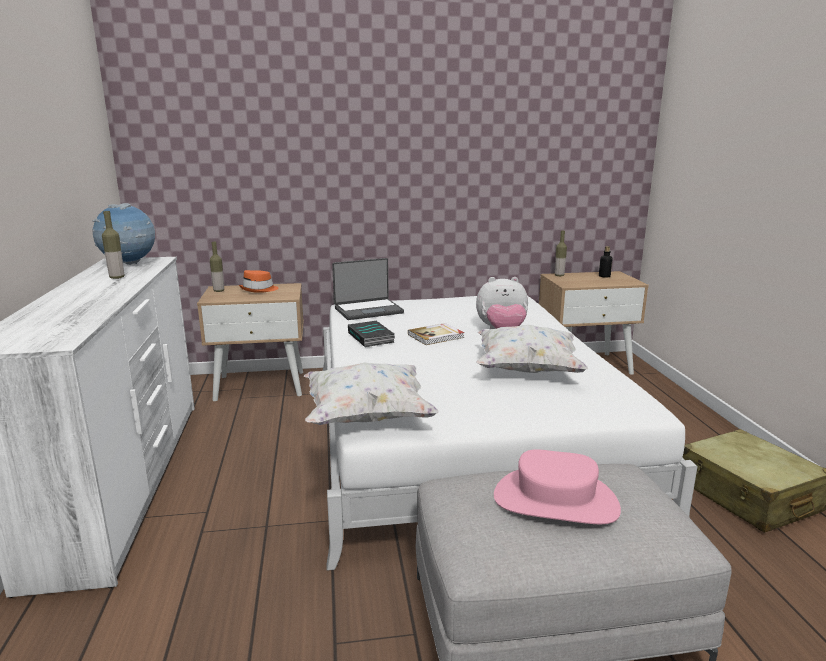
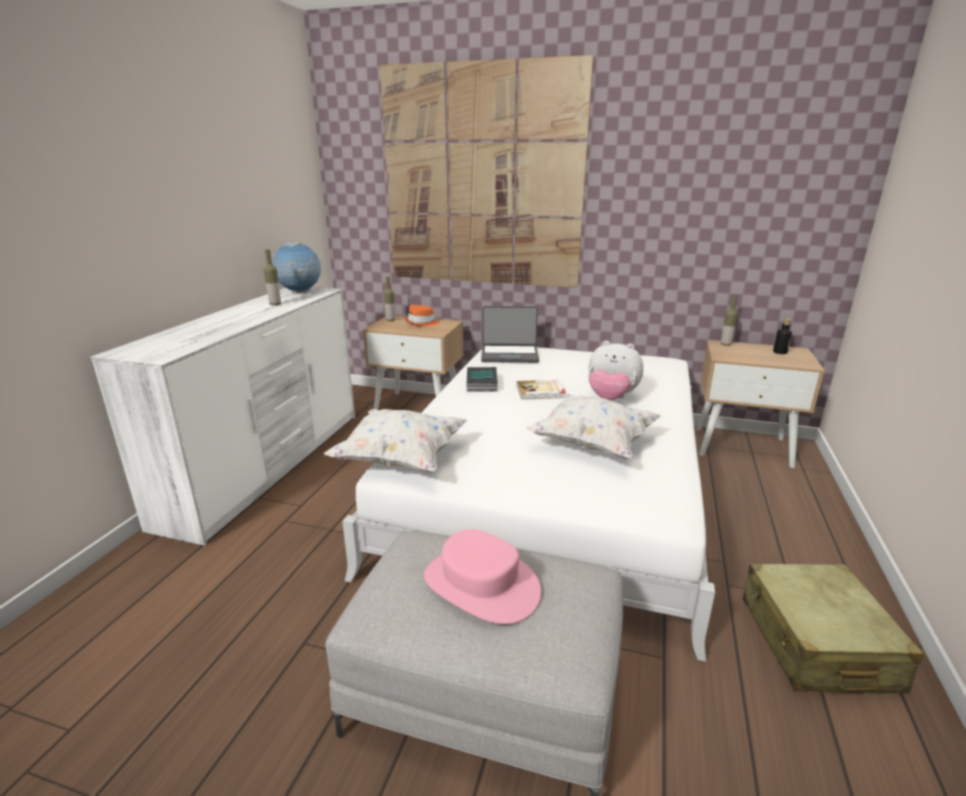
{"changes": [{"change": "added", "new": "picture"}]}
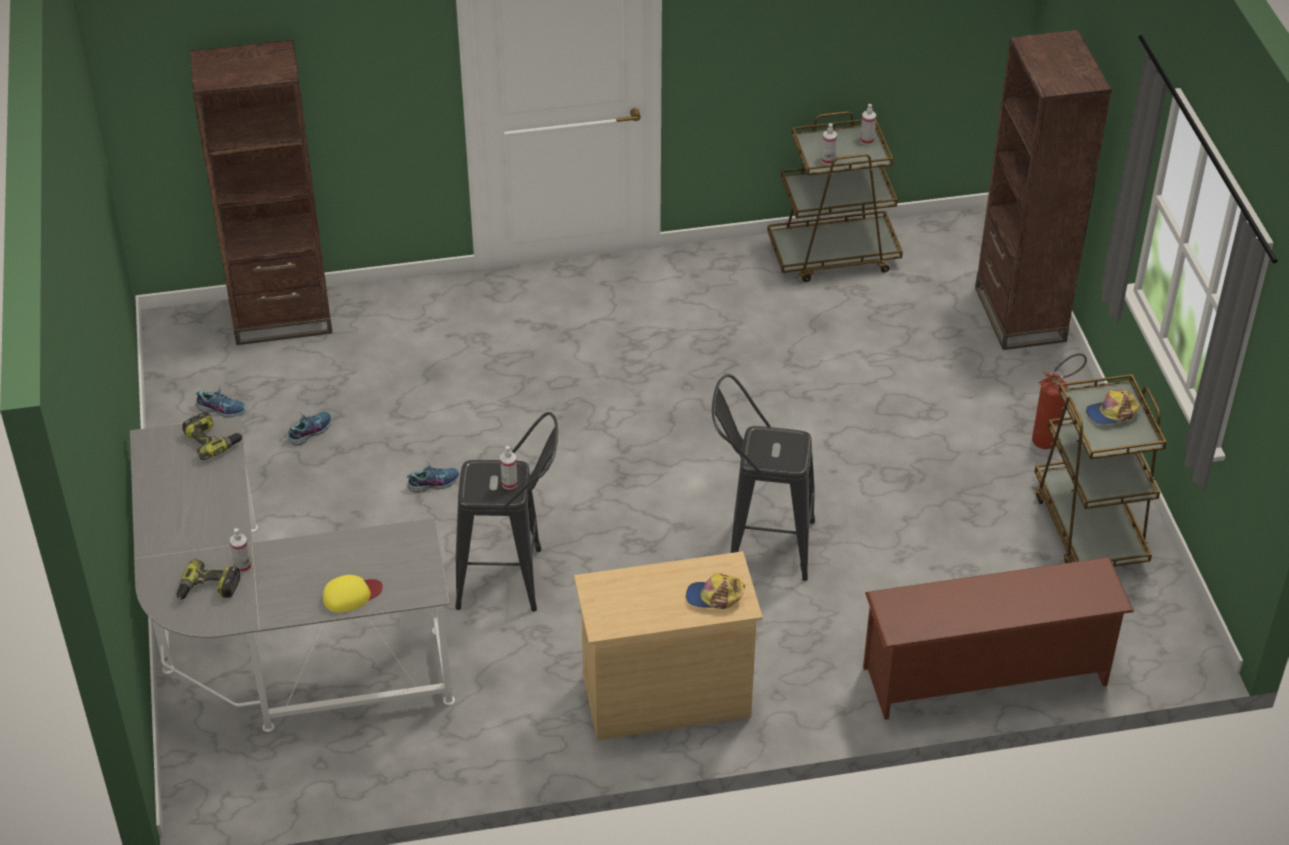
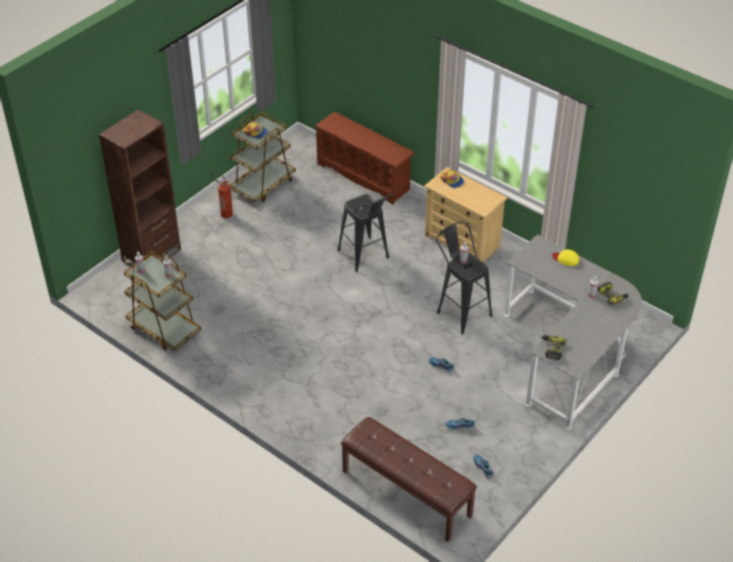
{"changes": [{"change": "replaced", "old": "brown bookcase (1st from left)", "new": "brown bench"}]}
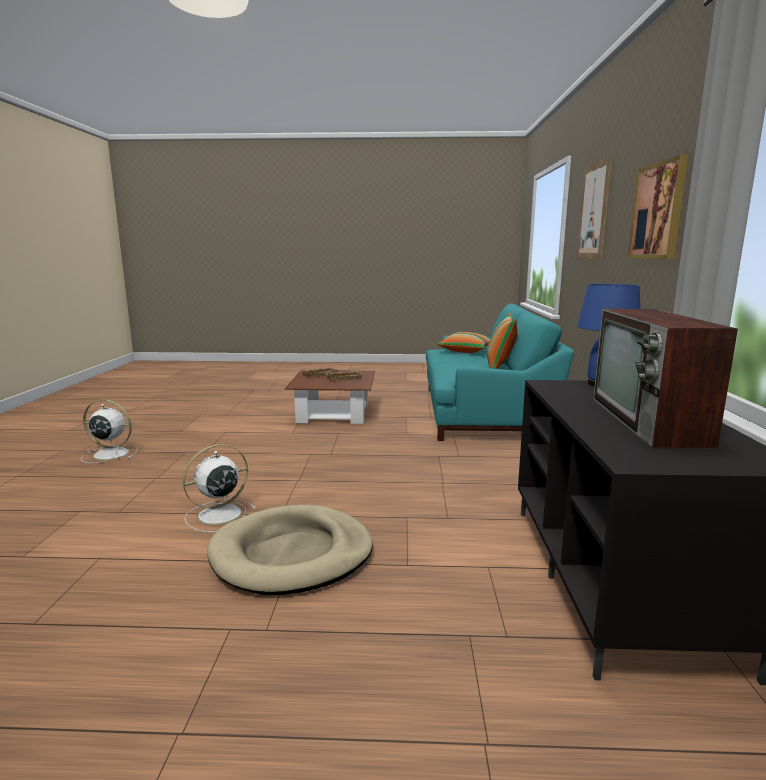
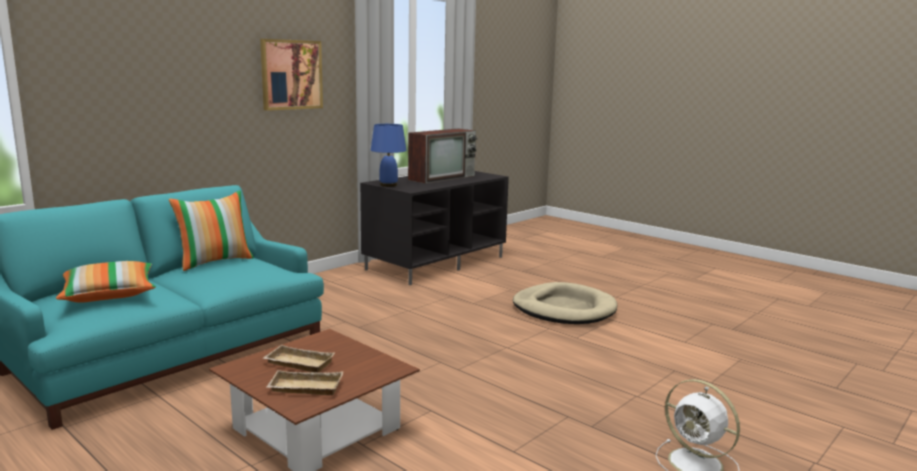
{"changes": [{"change": "removed", "old": "white fan (2nd from left)"}, {"change": "removed", "old": "picture (1st from left)"}]}
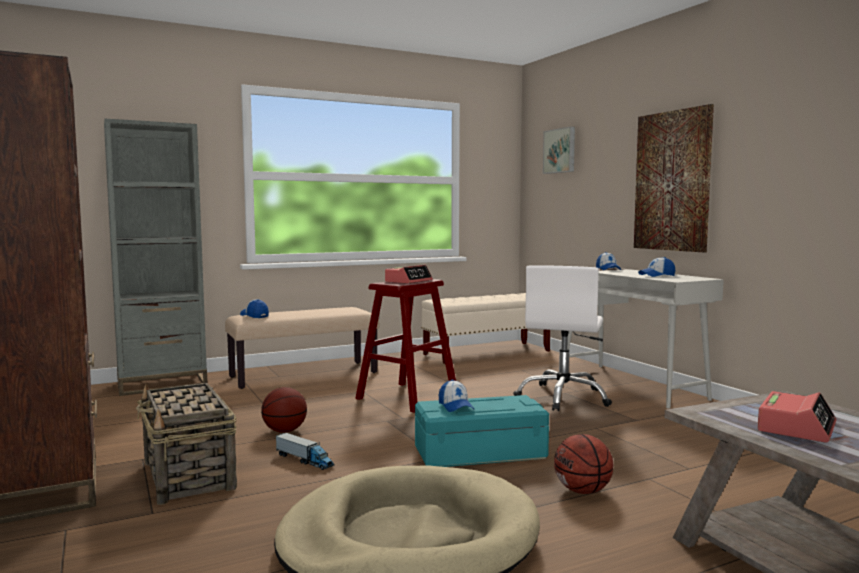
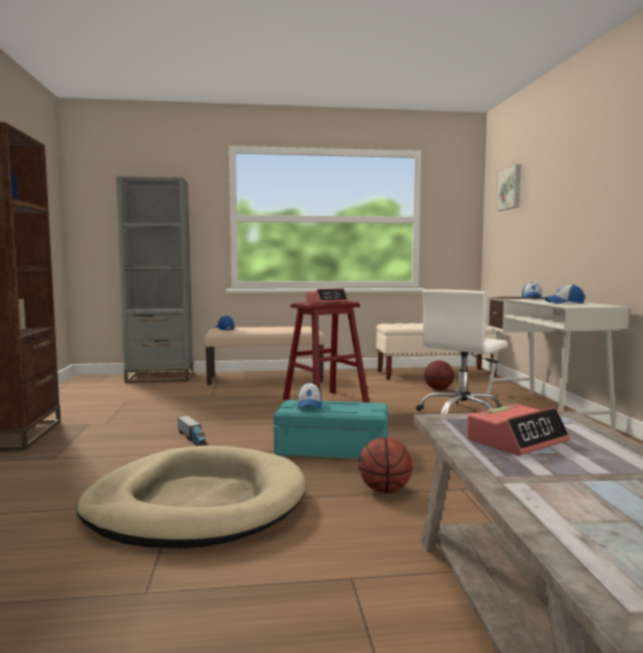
{"changes": [{"change": "removed", "old": "basket"}, {"change": "removed", "old": "picture (2nd from left)"}, {"change": "moved", "old": "basketball (1st from left in the first image)", "new": "basketball (2nd from left)"}]}
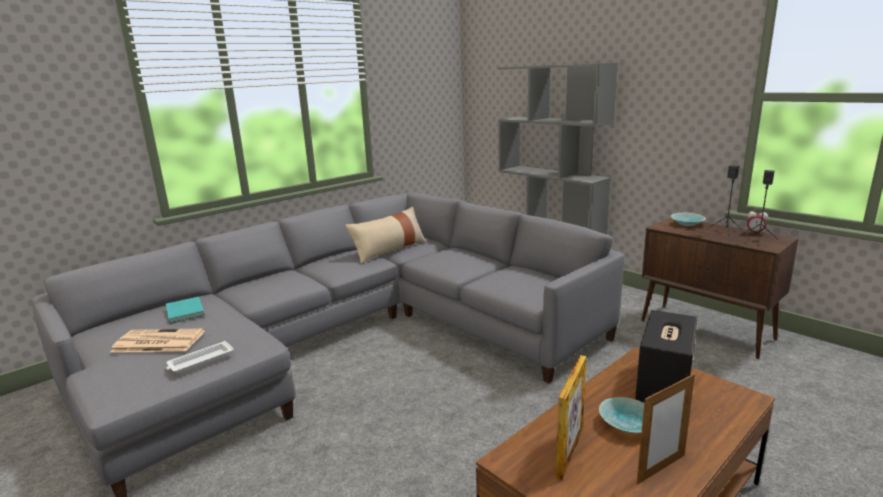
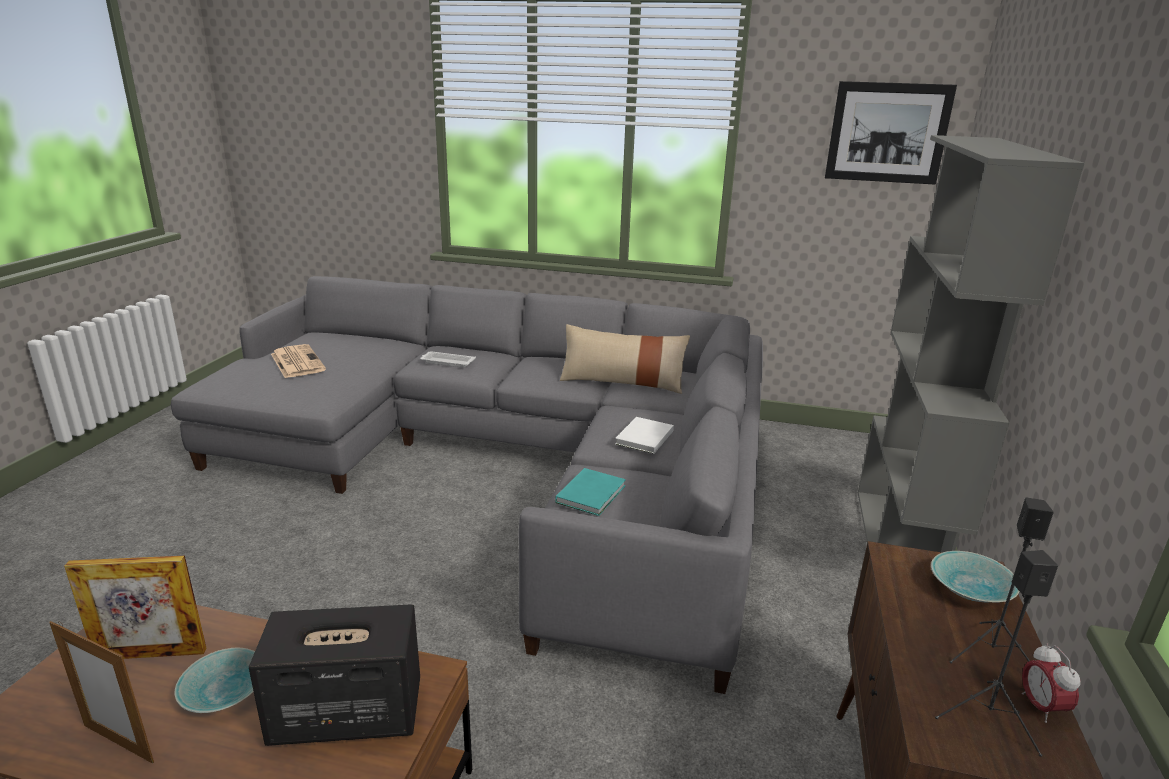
{"changes": [{"change": "added", "new": "white book"}, {"change": "added", "new": "picture"}, {"change": "moved", "old": "turquoise book"}, {"change": "moved", "old": "white tray"}]}
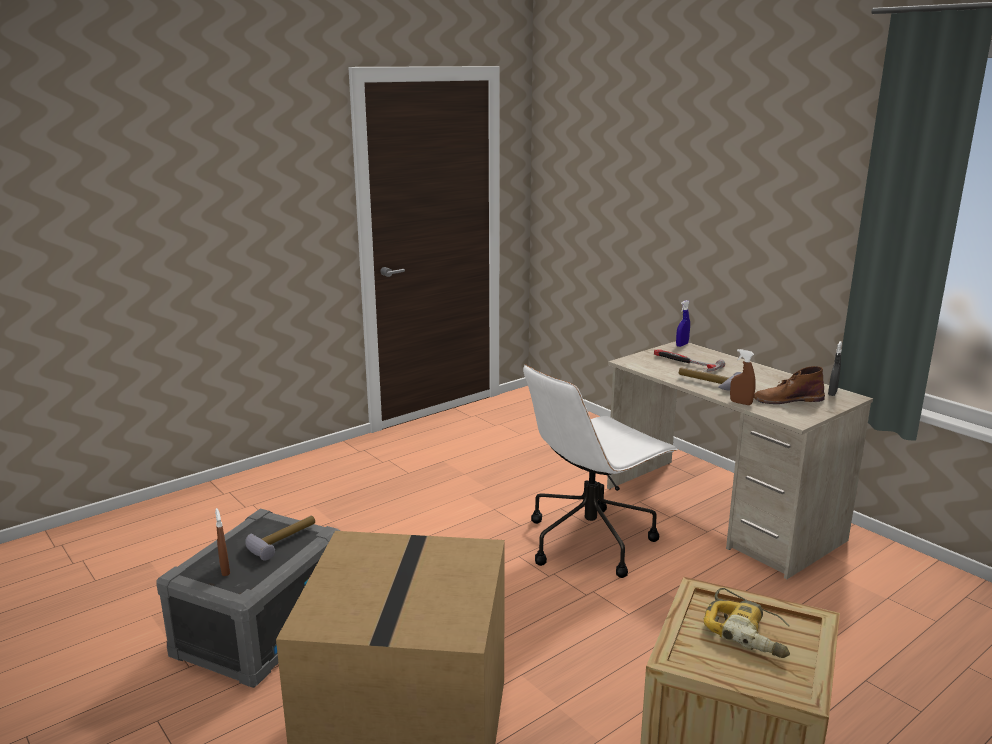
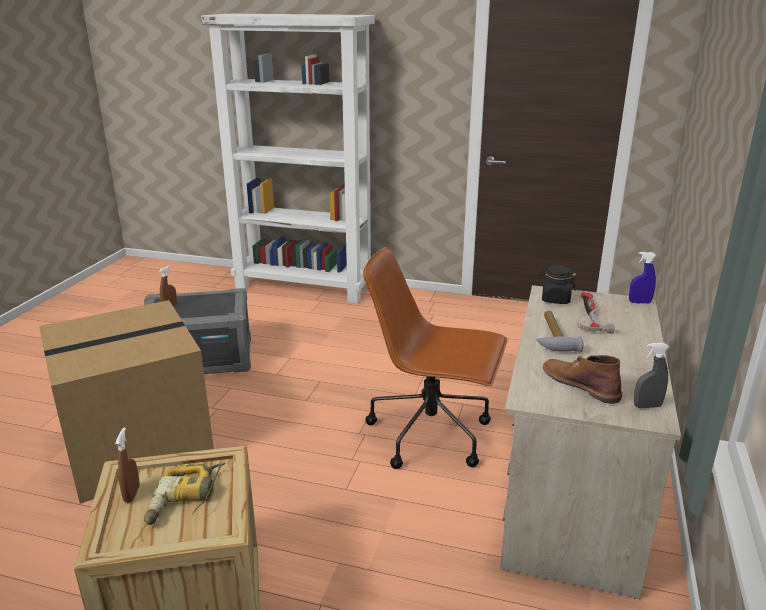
{"changes": [{"change": "removed", "old": "hammer (1st from left)"}, {"change": "added", "new": "white bookcase"}, {"change": "added", "new": "black jar"}, {"change": "moved", "old": "brown spray bottle (2nd from left in the first image)", "new": "brown spray bottle (1st from left)"}, {"change": "recoloured", "old": "white office chair", "new": "brown office chair"}]}
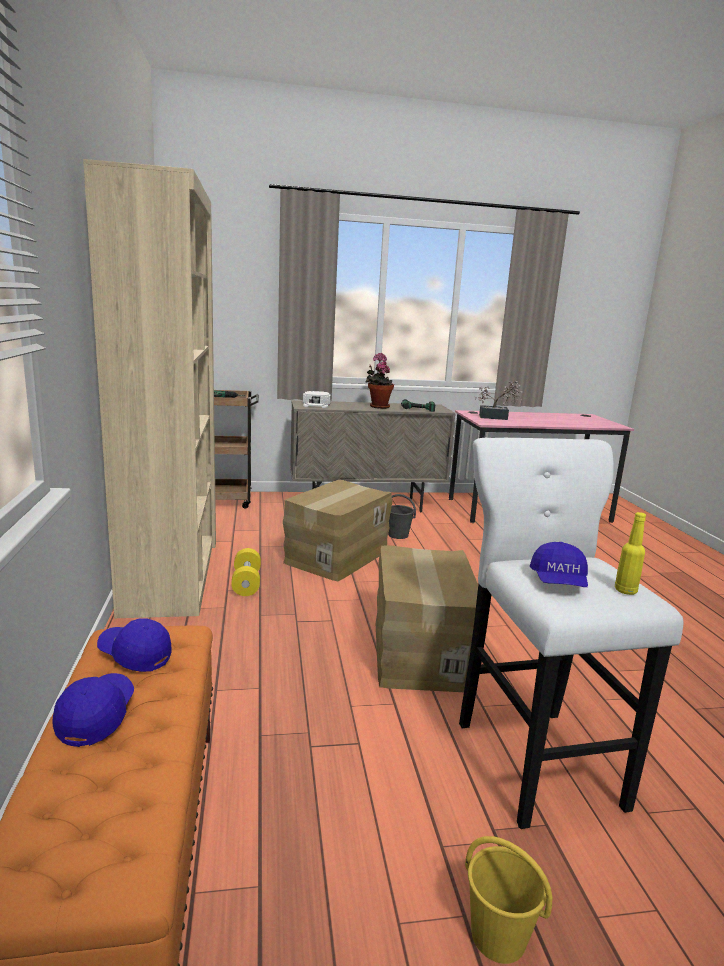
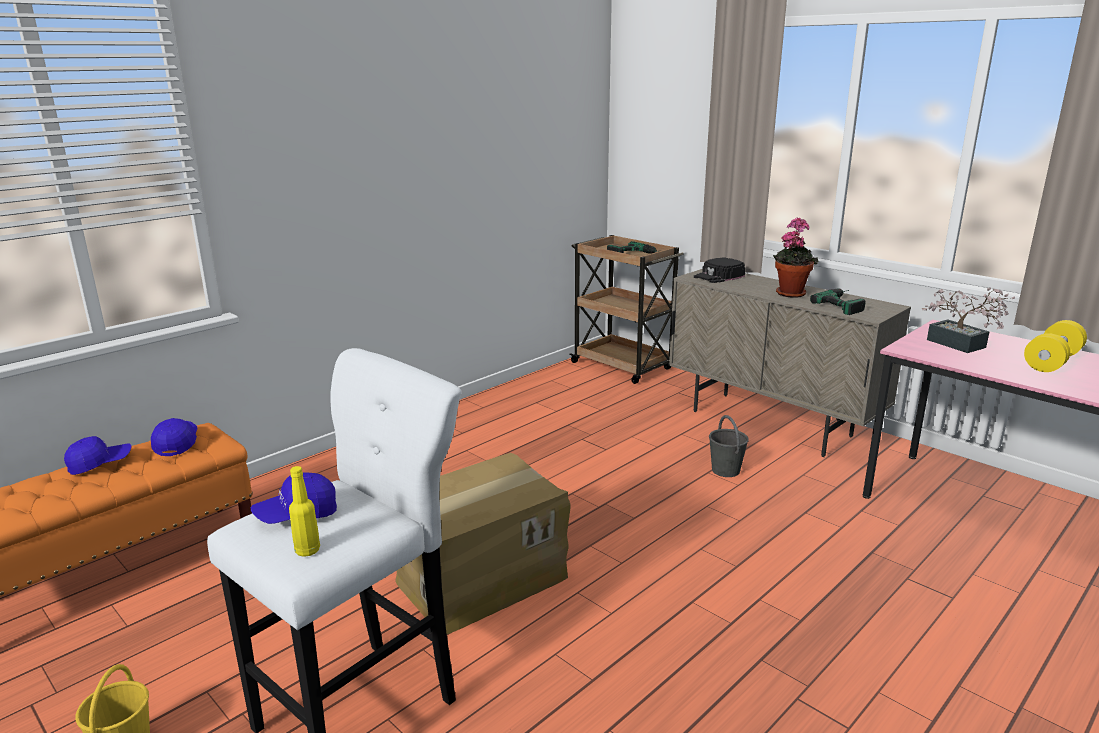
{"changes": [{"change": "removed", "old": "beige bookcase"}, {"change": "removed", "old": "cardboard box (1st from left)"}, {"change": "moved", "old": "yellow dumbbell"}, {"change": "recoloured", "old": "white cap", "new": "black cap"}]}
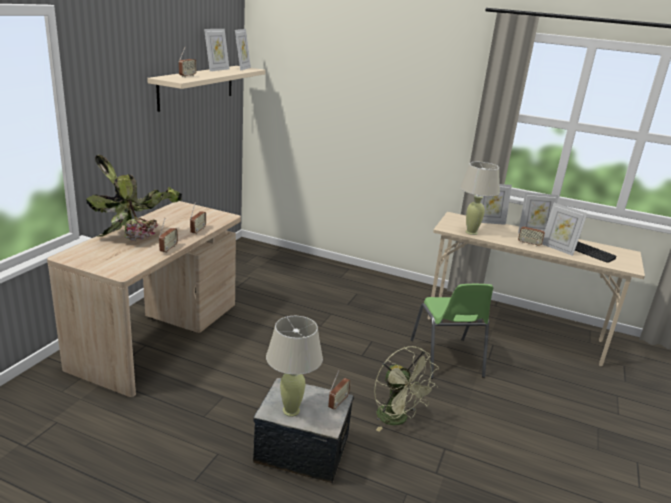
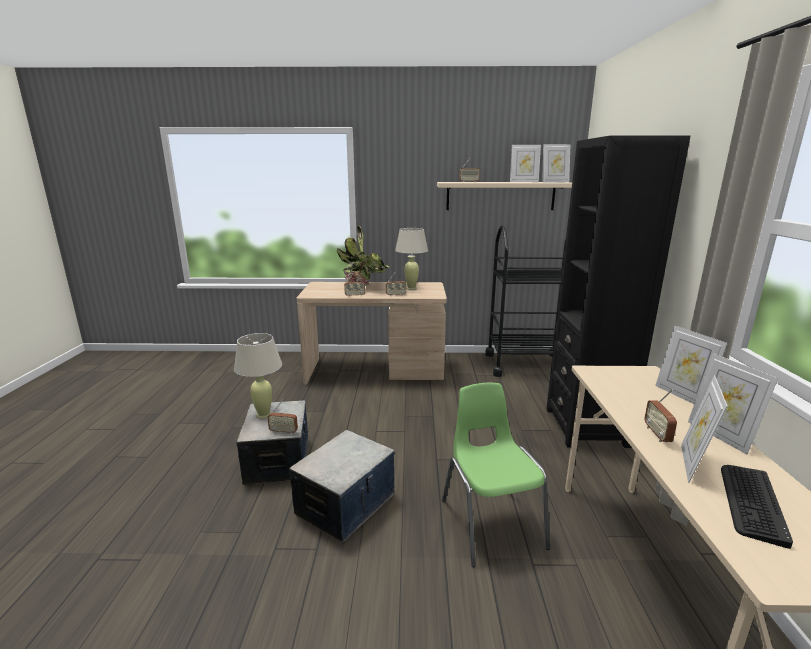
{"changes": [{"change": "added", "new": "black cart"}, {"change": "added", "new": "black bookcase"}, {"change": "moved", "old": "beige table lamp (2nd from left)"}, {"change": "replaced", "old": "green fan", "new": "storage box (2nd from left)"}, {"change": "turned", "old": "green chair", "degrees": 105}]}
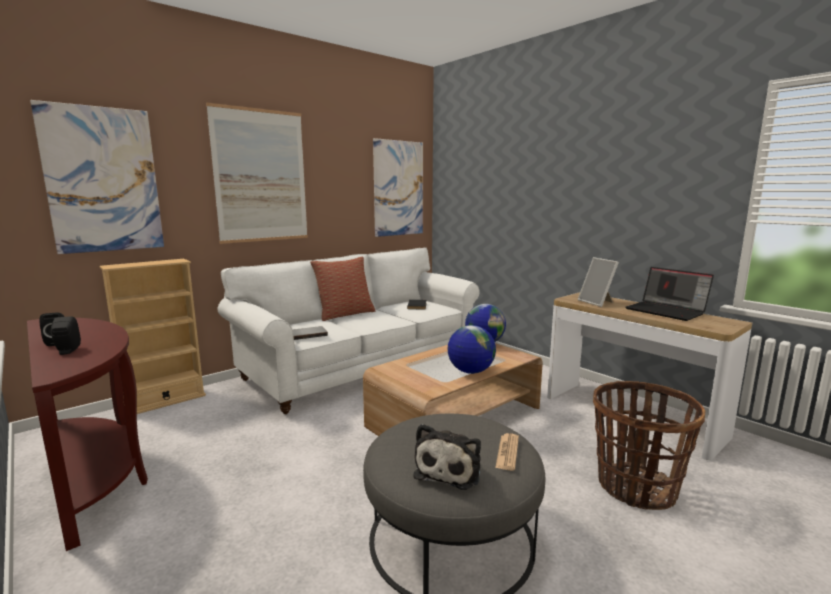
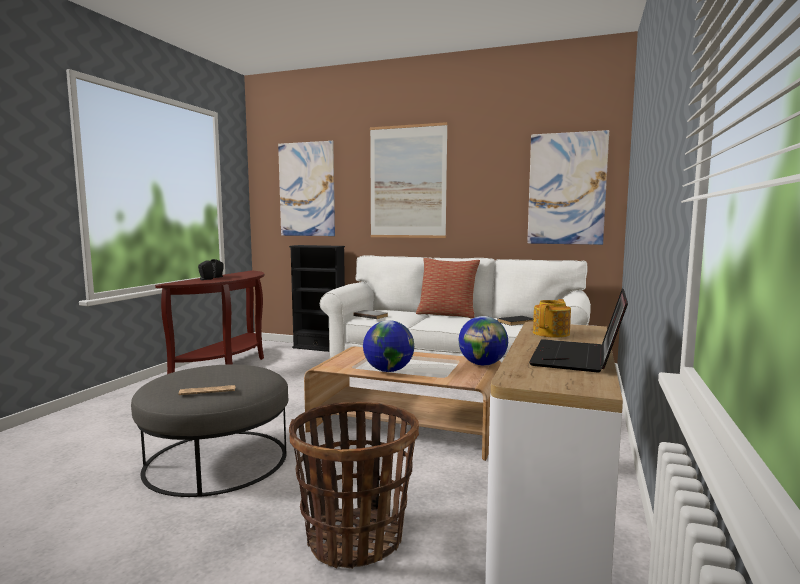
{"changes": [{"change": "removed", "old": "plush toy"}, {"change": "replaced", "old": "picture frame", "new": "teapot"}, {"change": "recoloured", "old": "beige bookcase", "new": "black bookcase"}]}
